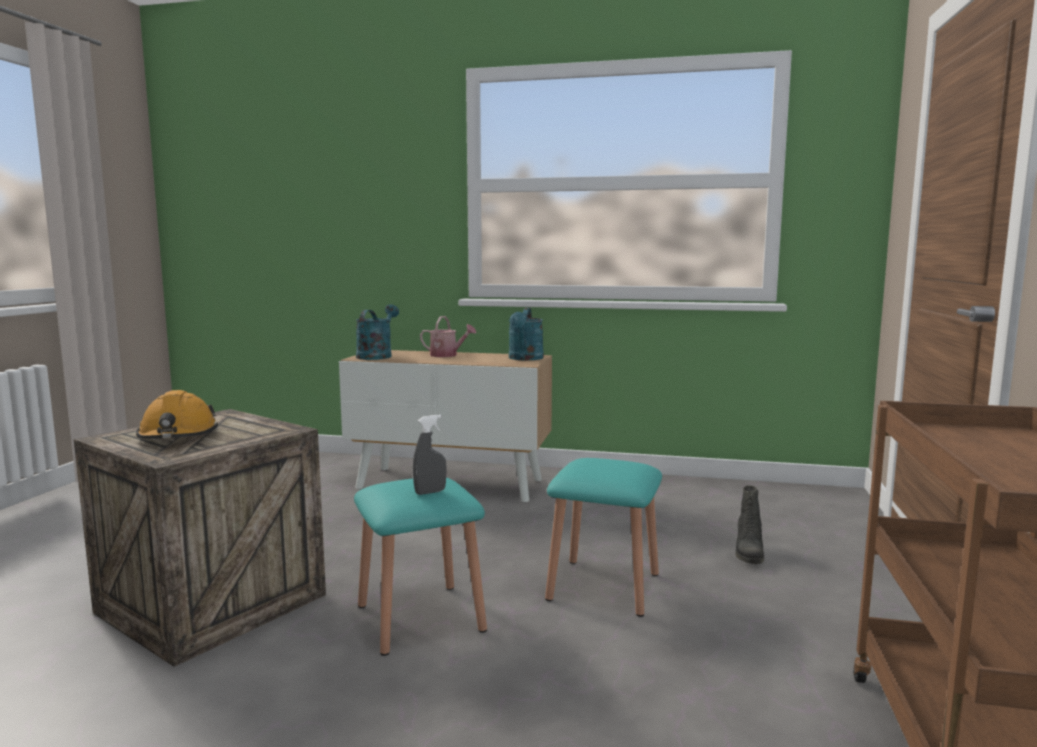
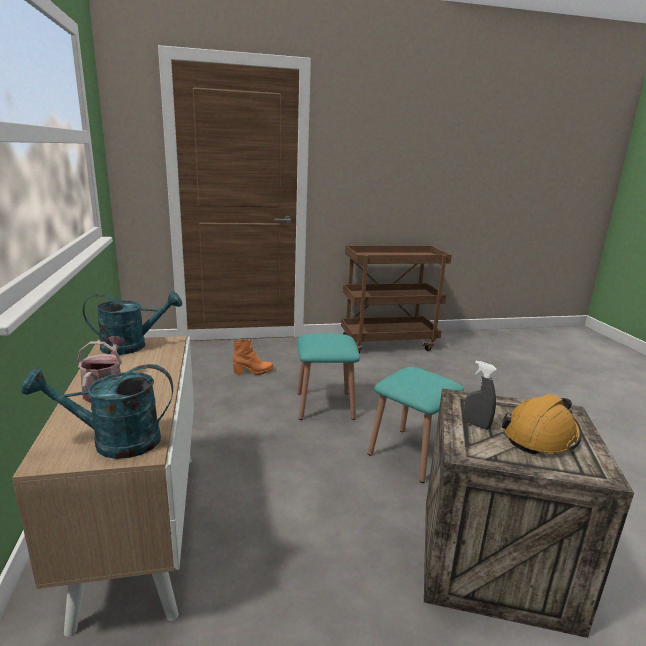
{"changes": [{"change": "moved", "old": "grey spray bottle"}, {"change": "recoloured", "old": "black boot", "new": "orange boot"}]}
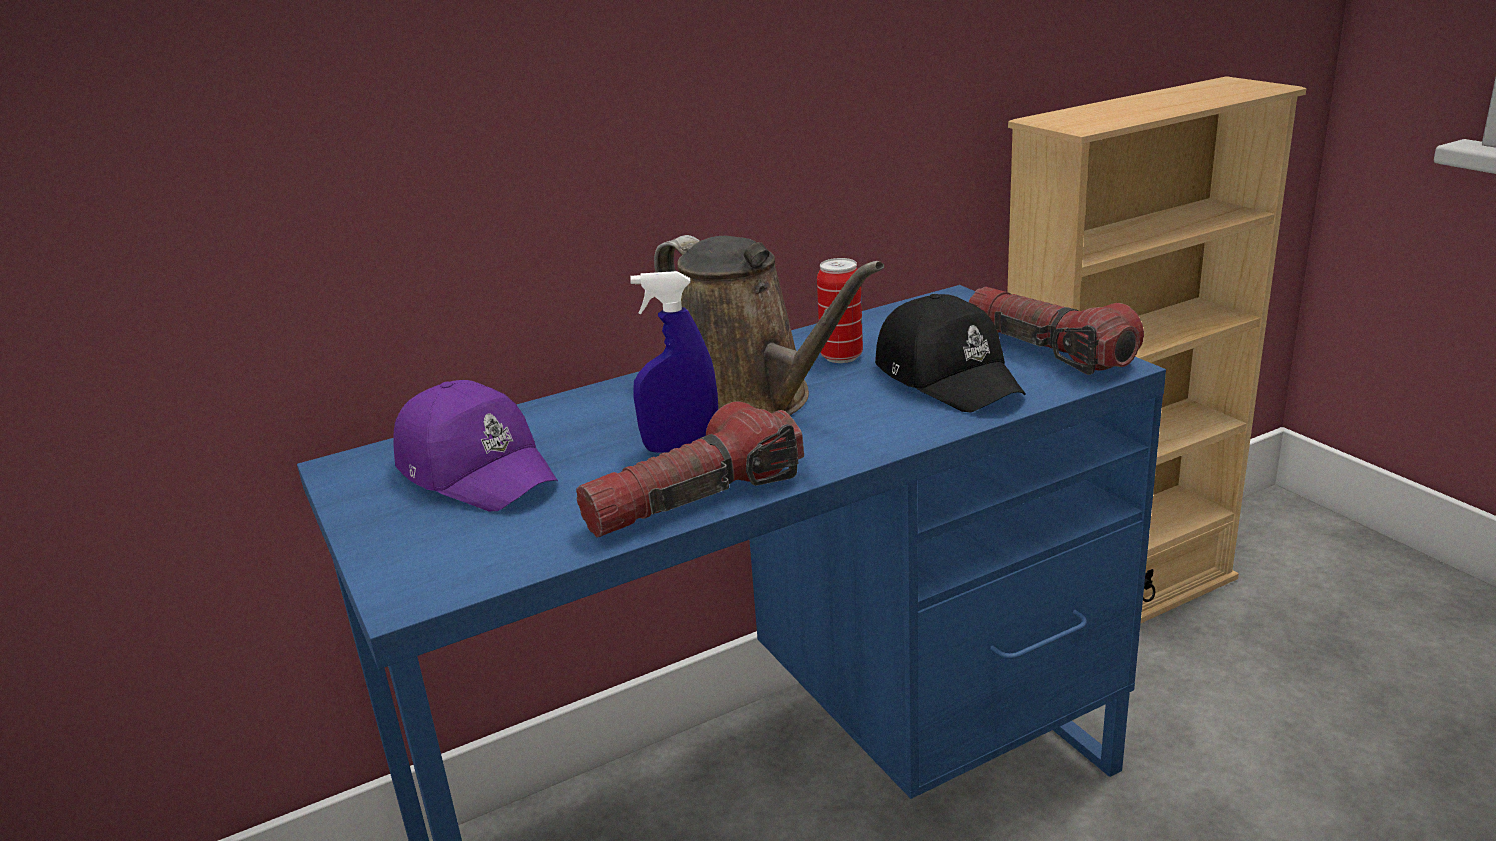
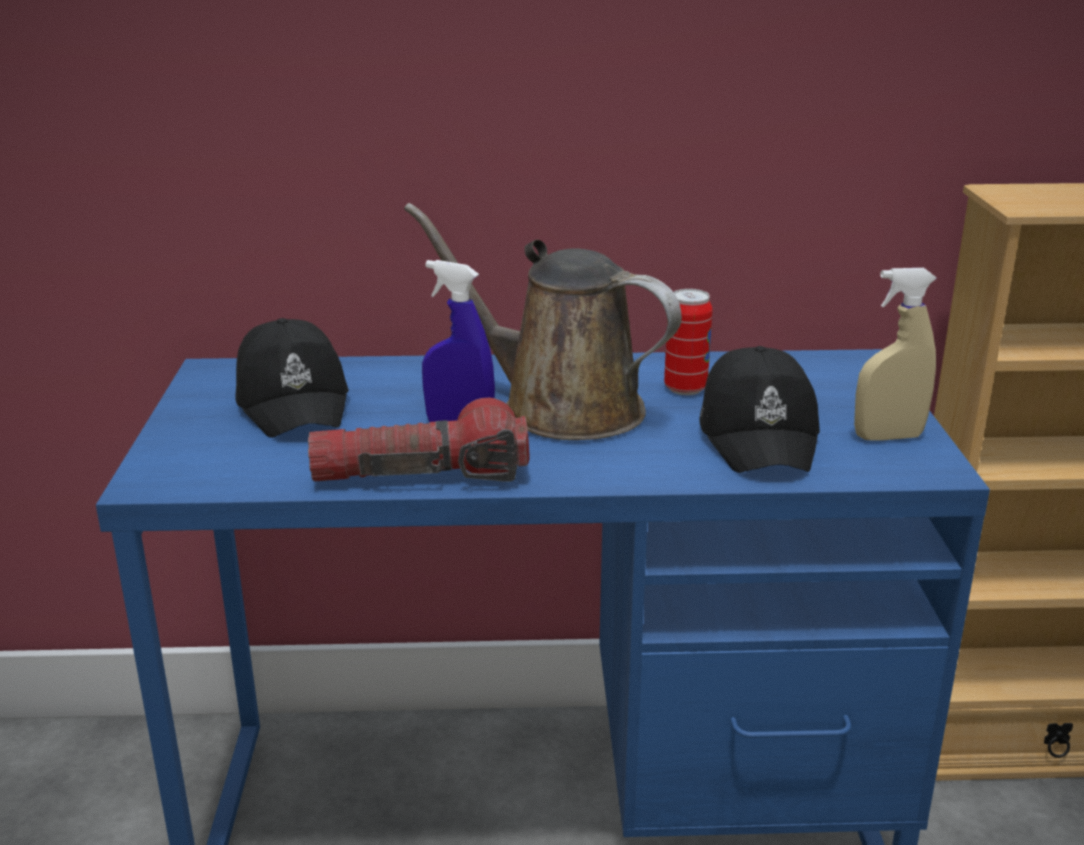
{"changes": [{"change": "replaced", "old": "flashlight (2nd from left)", "new": "beige spray bottle"}, {"change": "recoloured", "old": "purple cap", "new": "black cap (1st from left)"}, {"change": "turned", "old": "brown watering can", "degrees": 135}]}
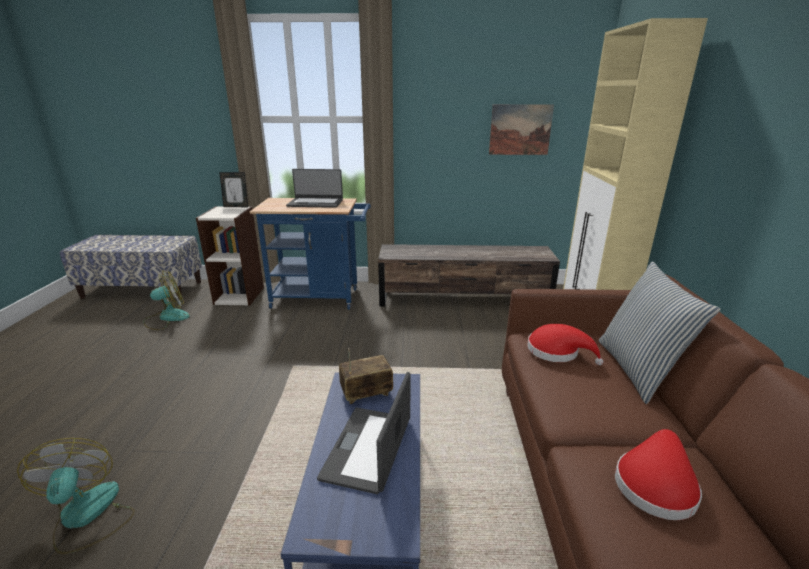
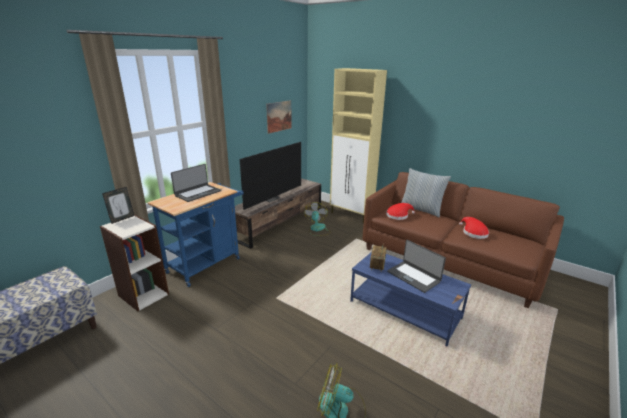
{"changes": [{"change": "added", "new": "television"}, {"change": "moved", "old": "fan (2nd from left in the first image)", "new": "fan (1st from left)"}]}
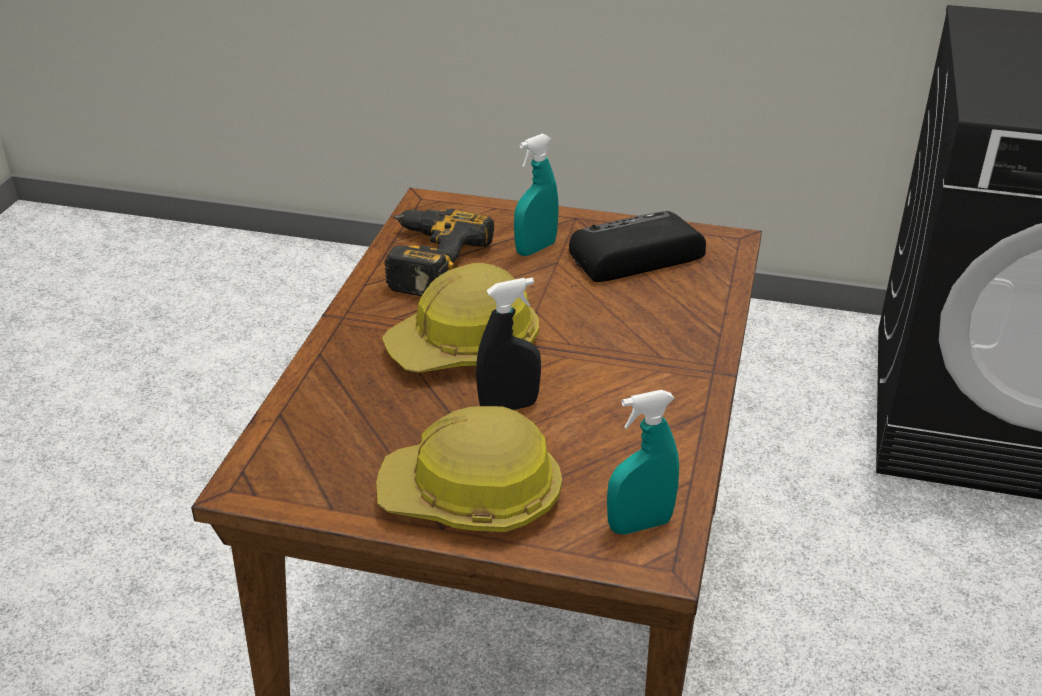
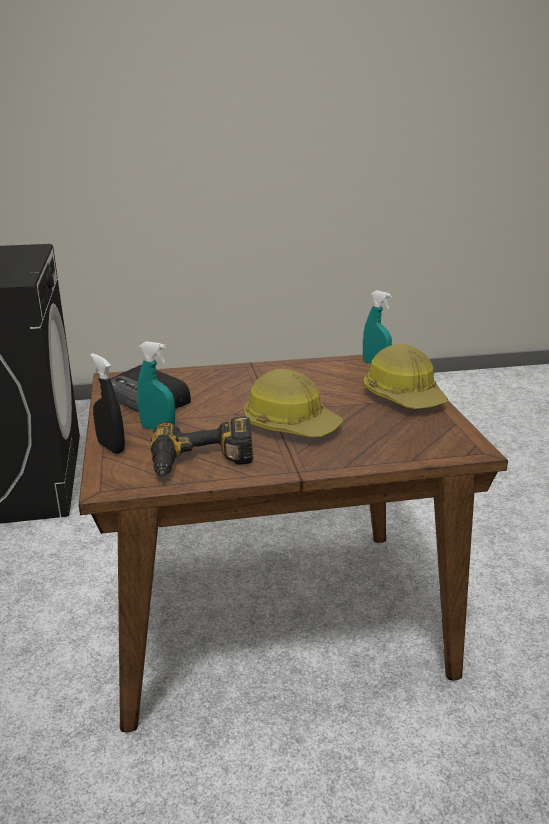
{"changes": [{"change": "moved", "old": "black spray bottle"}]}
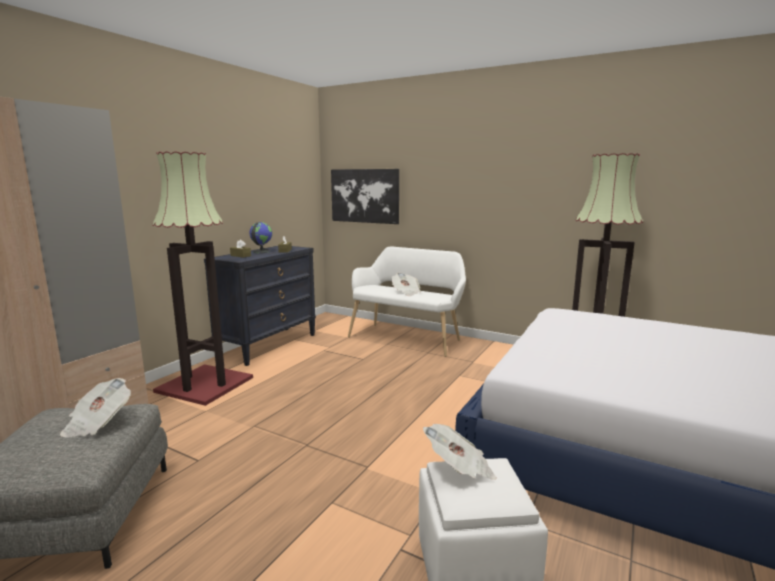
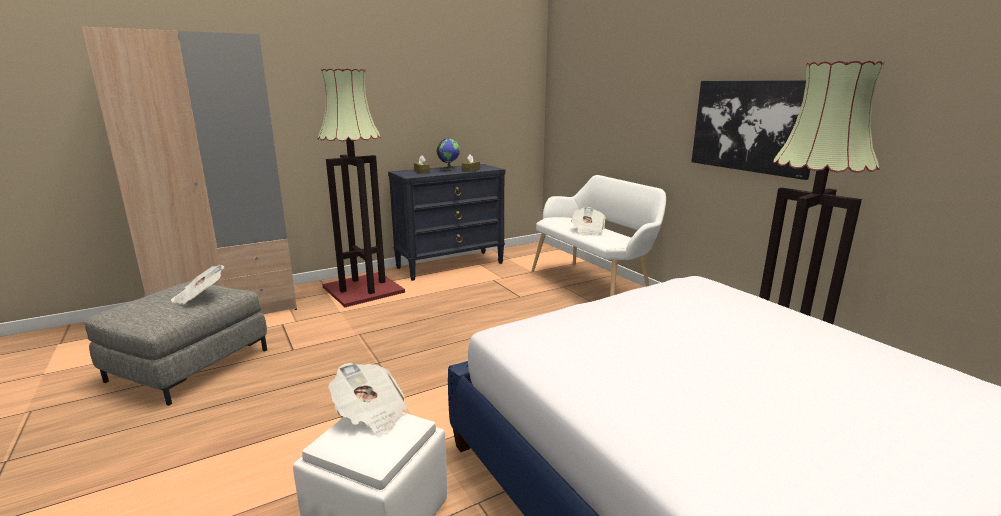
{"changes": [{"change": "moved", "old": "picture"}]}
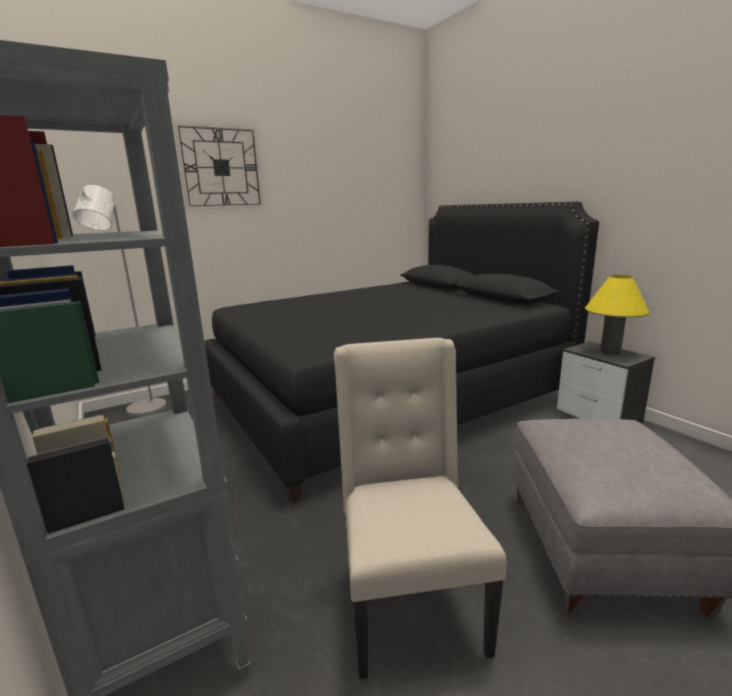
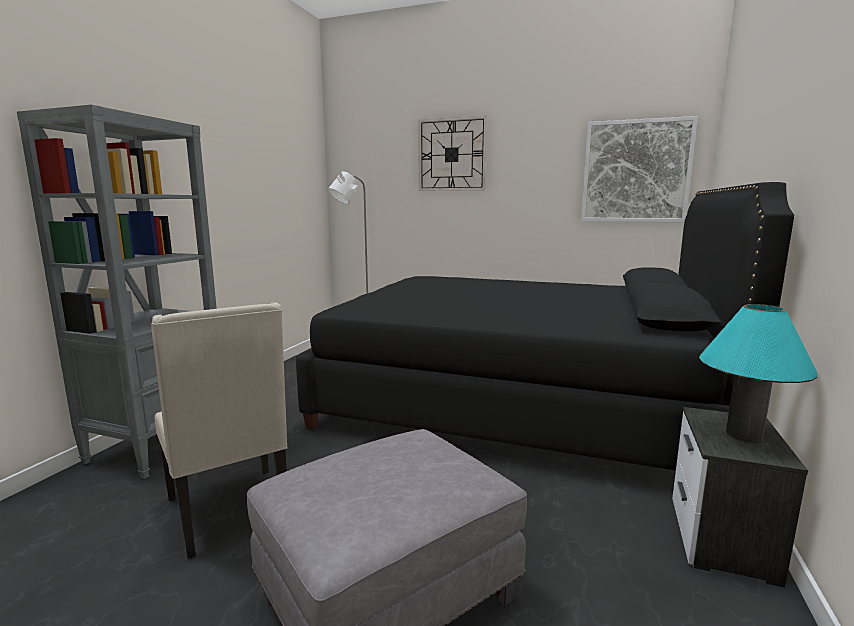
{"changes": [{"change": "added", "new": "picture"}, {"change": "recoloured", "old": "yellow table lamp", "new": "turquoise table lamp"}, {"change": "turned", "old": "beige chair", "degrees": 105}]}
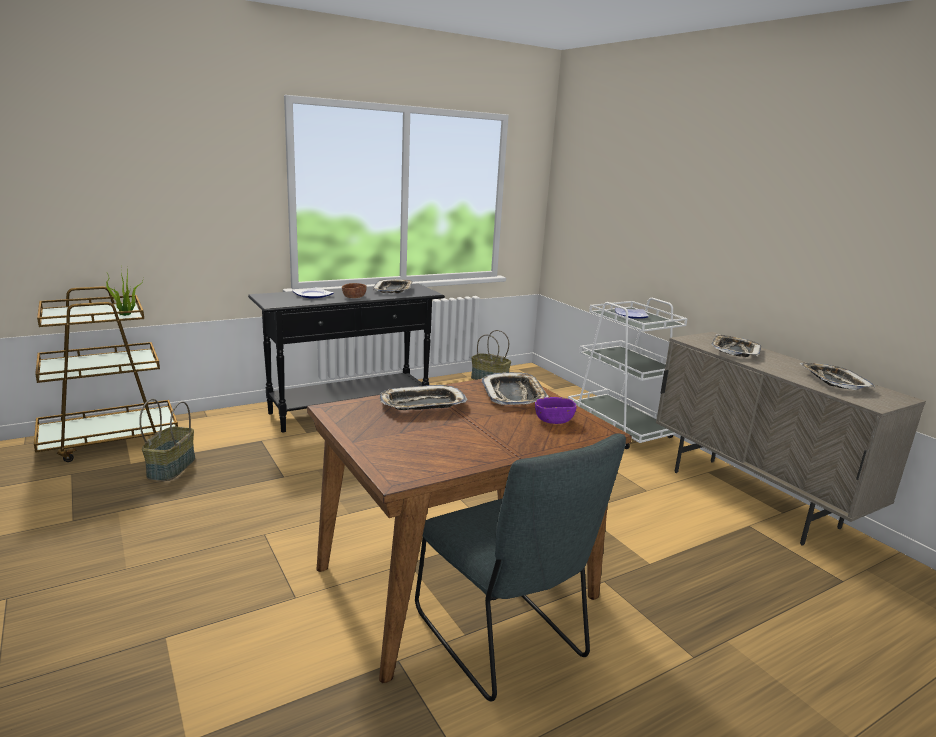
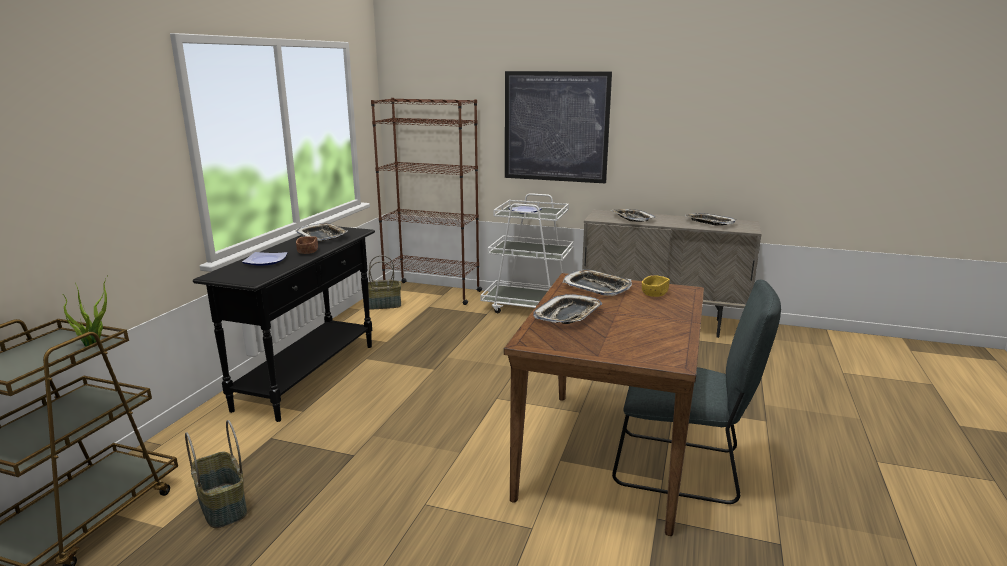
{"changes": [{"change": "added", "new": "brown bookcase"}, {"change": "added", "new": "picture"}, {"change": "recoloured", "old": "purple bowl", "new": "yellow bowl"}]}
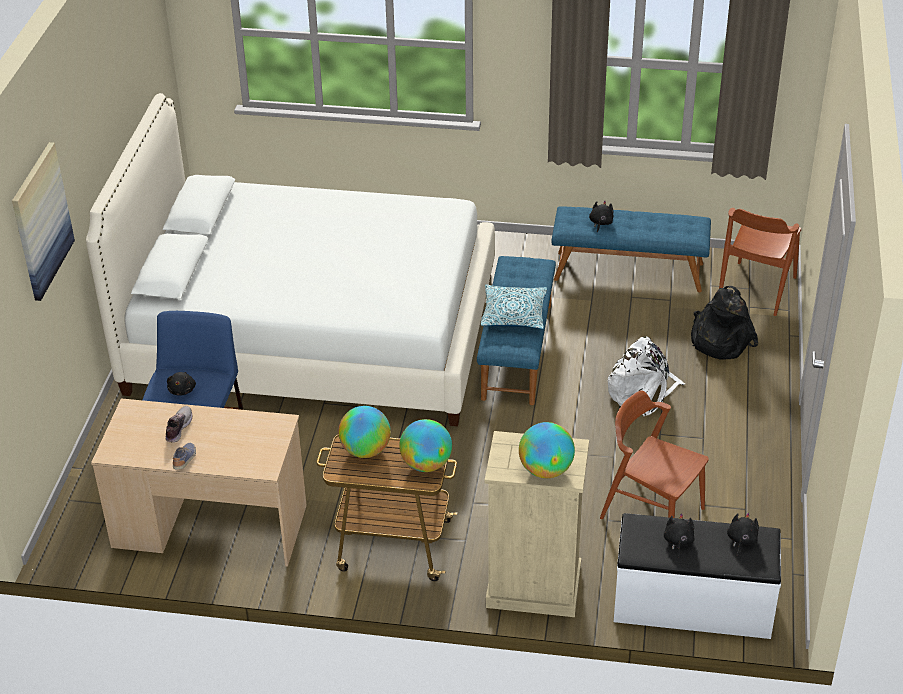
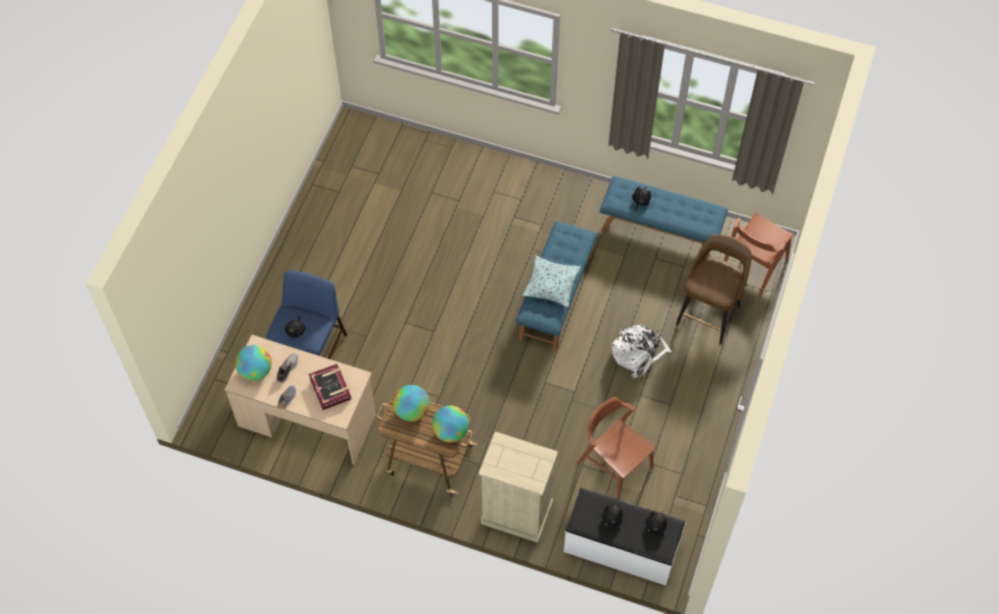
{"changes": [{"change": "removed", "old": "picture"}, {"change": "removed", "old": "white bed"}, {"change": "added", "new": "book"}, {"change": "moved", "old": "globe (3rd from left in the first image)", "new": "globe (1st from left)"}, {"change": "replaced", "old": "black backpack", "new": "brown stool"}]}
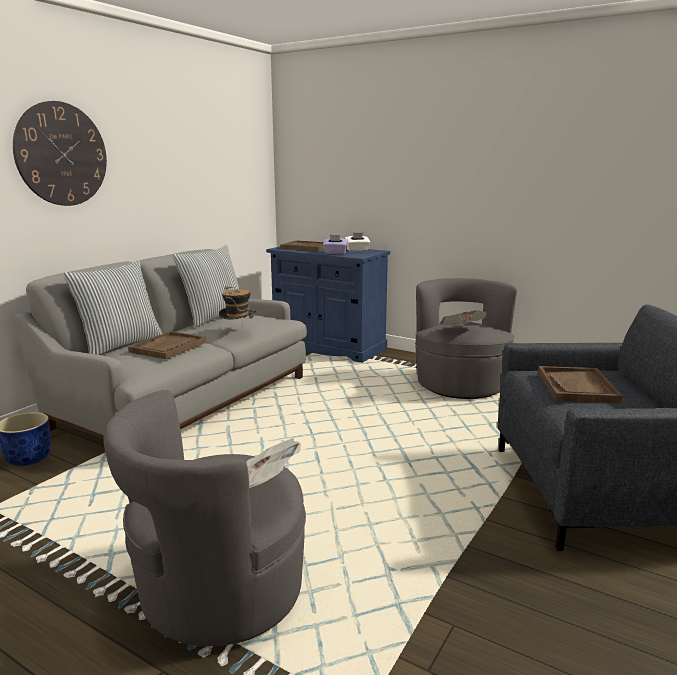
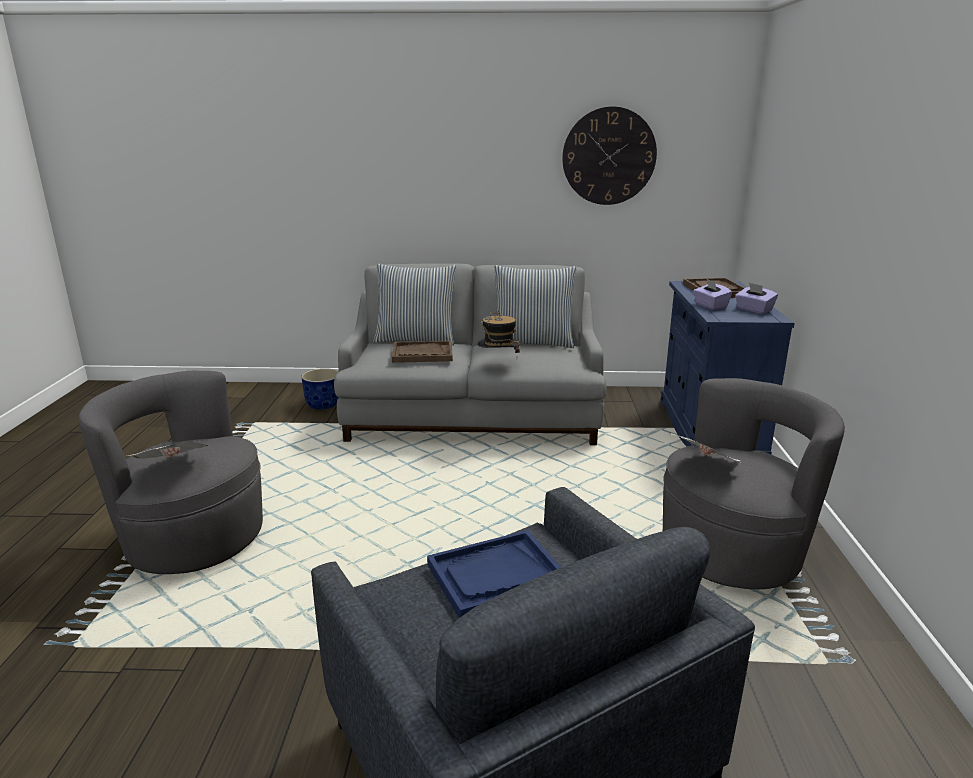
{"changes": [{"change": "moved", "old": "wall clock"}, {"change": "recoloured", "old": "white tissue box", "new": "purple tissue box (2nd from left)"}, {"change": "recoloured", "old": "brown tray (3rd from left)", "new": "blue tray"}]}
